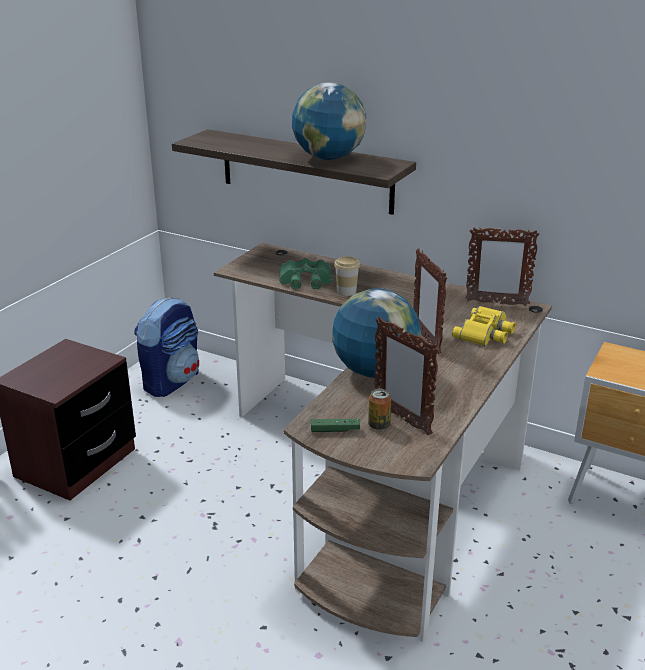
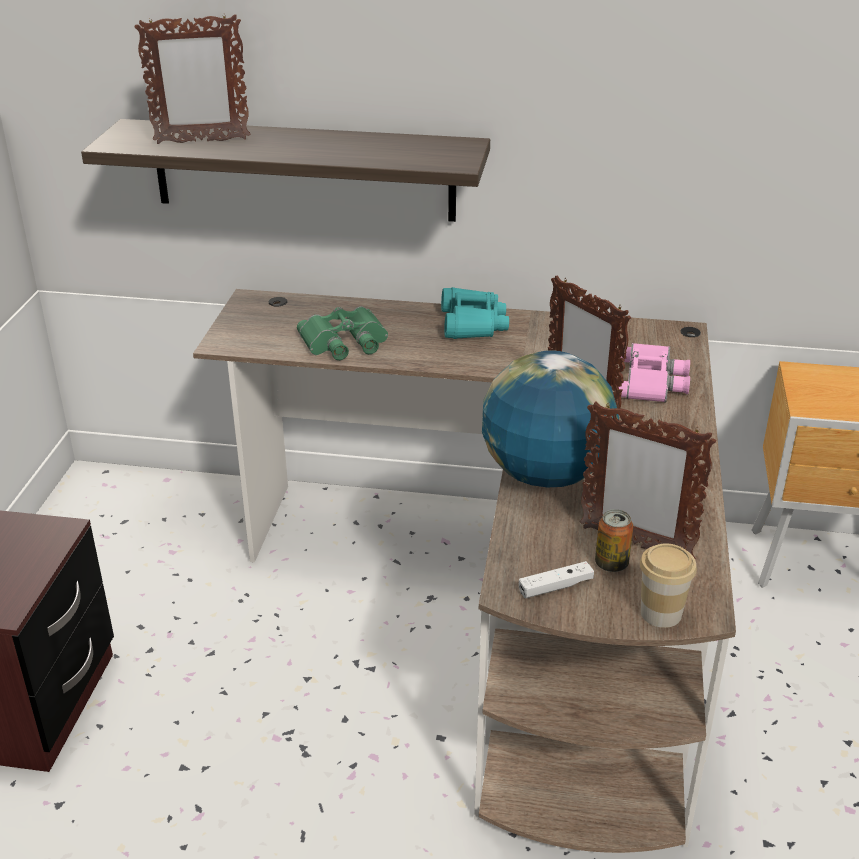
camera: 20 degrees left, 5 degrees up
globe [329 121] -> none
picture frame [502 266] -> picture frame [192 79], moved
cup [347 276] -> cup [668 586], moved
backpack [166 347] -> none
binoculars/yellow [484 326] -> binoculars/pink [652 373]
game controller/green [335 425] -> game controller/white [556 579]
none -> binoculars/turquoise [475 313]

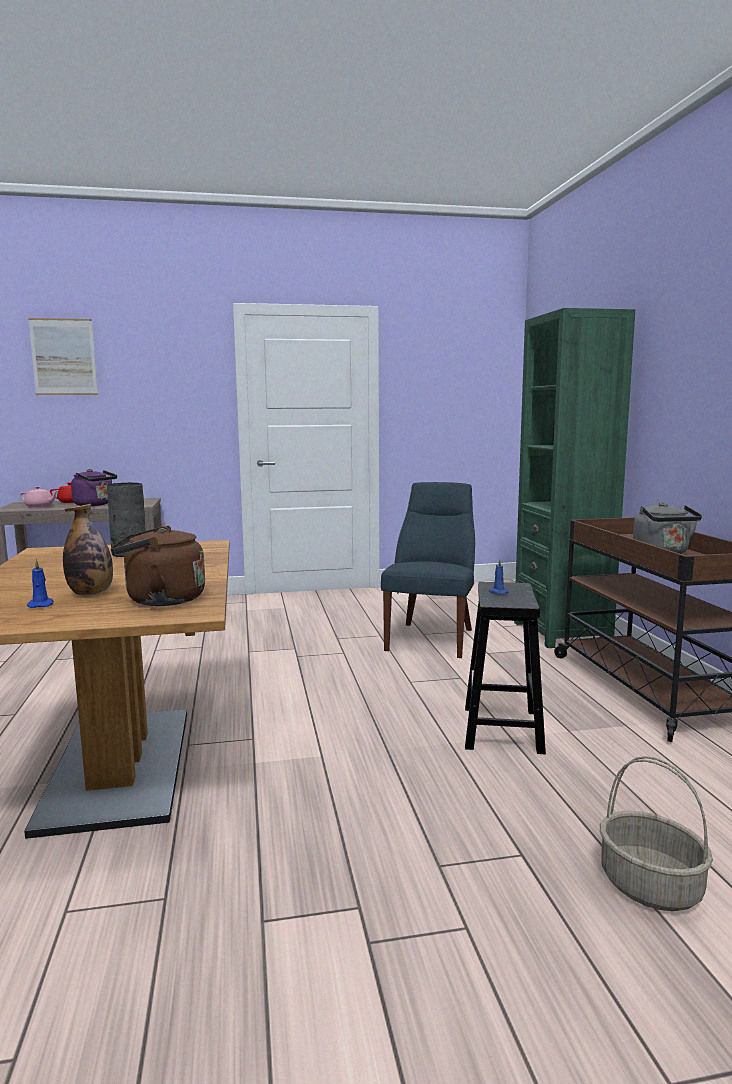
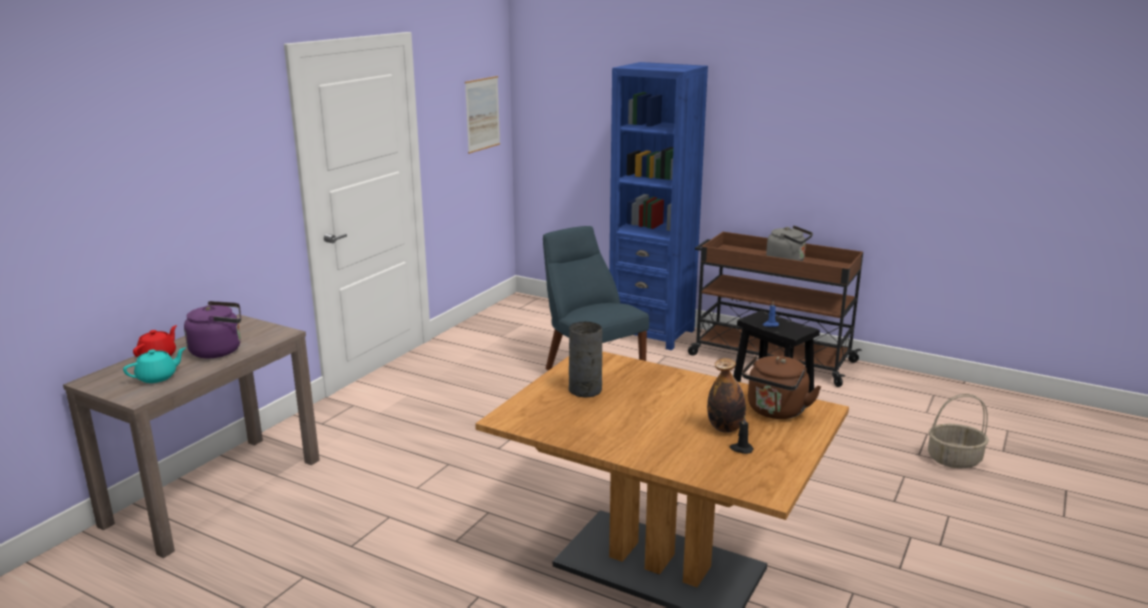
camera: 50 degrees left, 10 degrees up
bookcase/green [574 478] -> bookcase/blue [658 206]
picture [63 356] -> picture [482 115], moved
teapot/pink [39 497] -> teapot/turquoise [154 365]
candle/blue [40 583] -> candle/black [742 434]

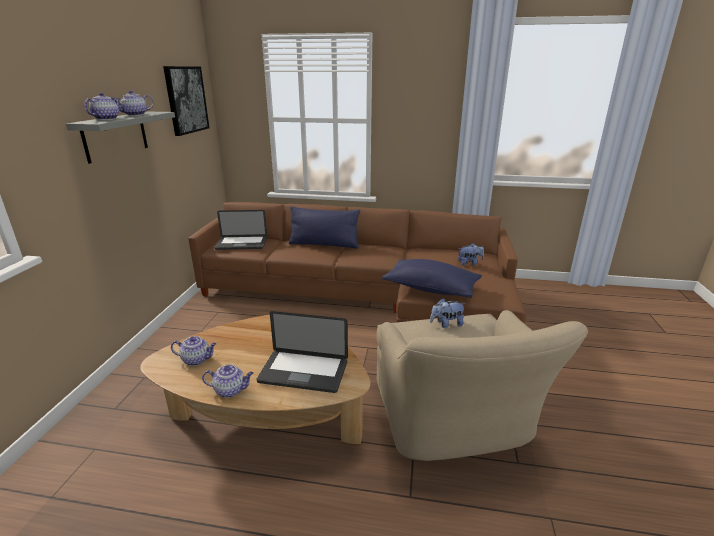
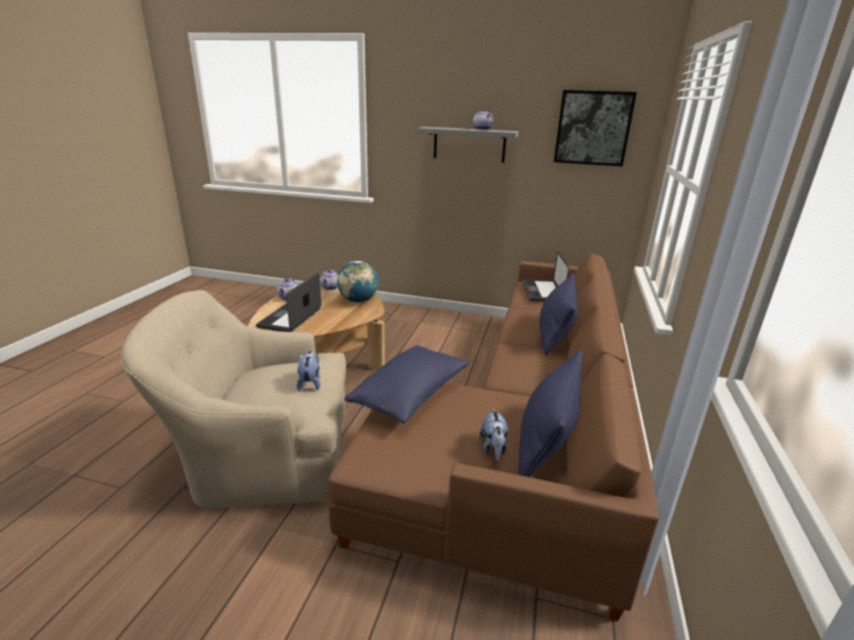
camera: 95 degrees right, 0 degrees up
teapot [102 106] -> none
none -> globe [358 282]
none -> pillow/blue [550 413]

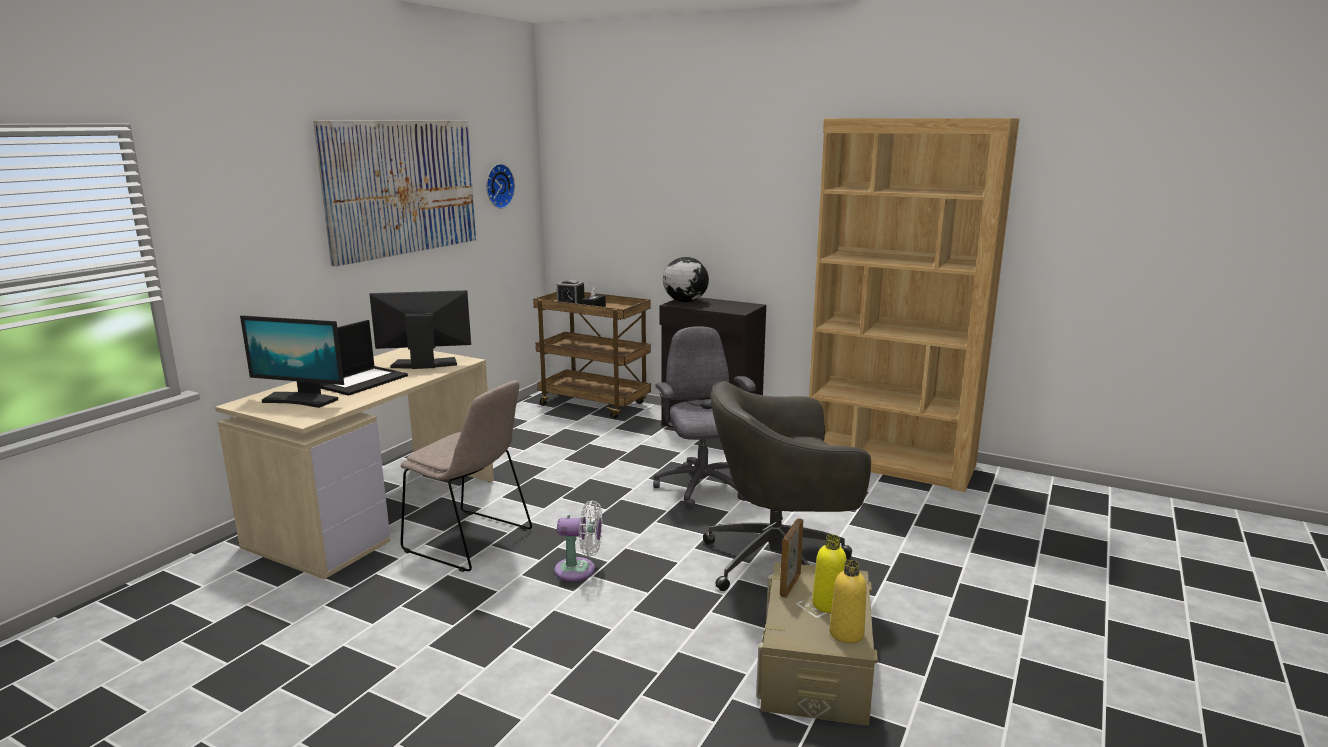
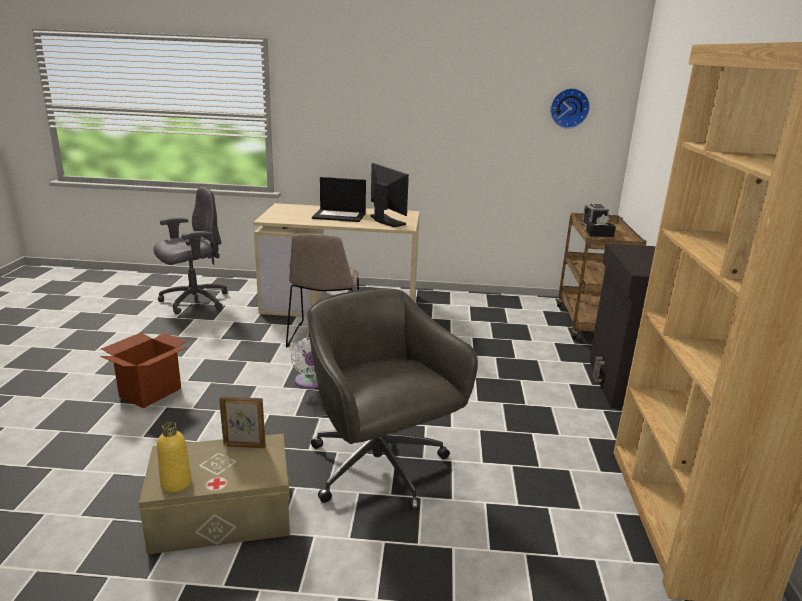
camera: 65 degrees right, 5 degrees up
picture [394 194] -> none
globe [686 279] -> none
monitor [292 361] -> none
office chair/grey [704 417] -> office chair/grey [190 250], moved
bottle/yellow [829 573] -> none
none -> cardboard box [144 371]

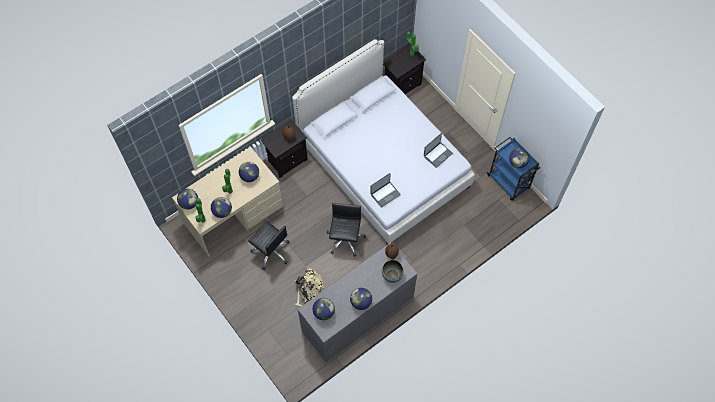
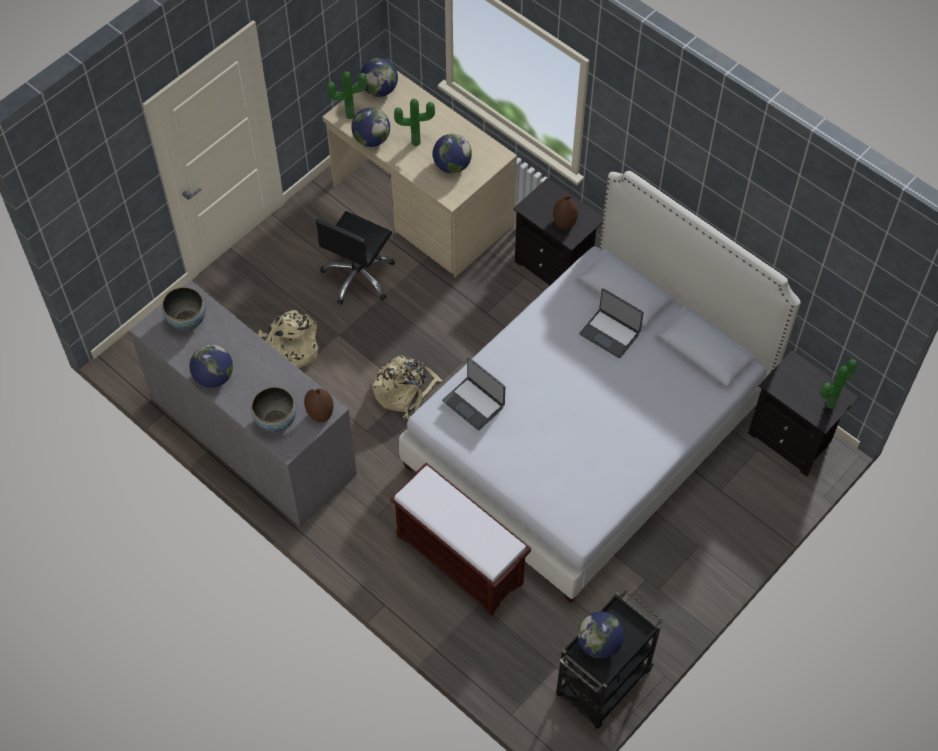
camera: 80 degrees right, 5 degrees down
laptop [438 150] -> laptop [611 323], moved
cart/blue [513 169] -> cart/black [609 659]
office chair/black [346 230] -> backpack/beige [407 387]
globe [324 309] -> bowl [184 309]
none -> bench/brown [460 539]

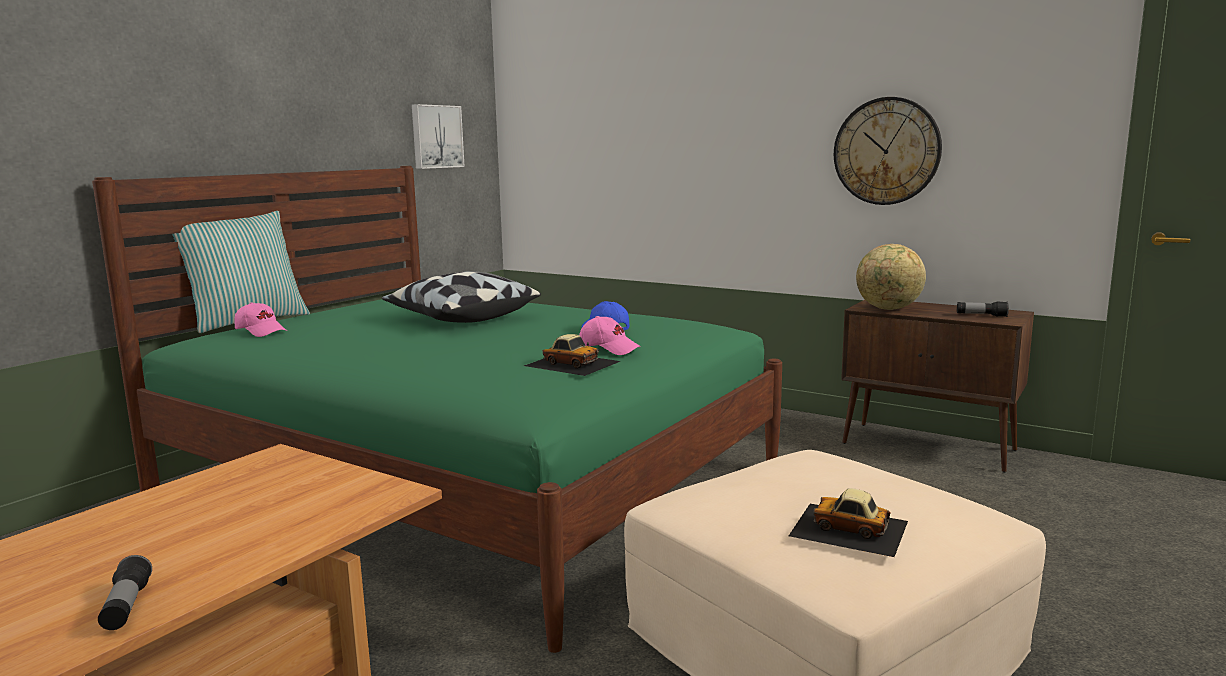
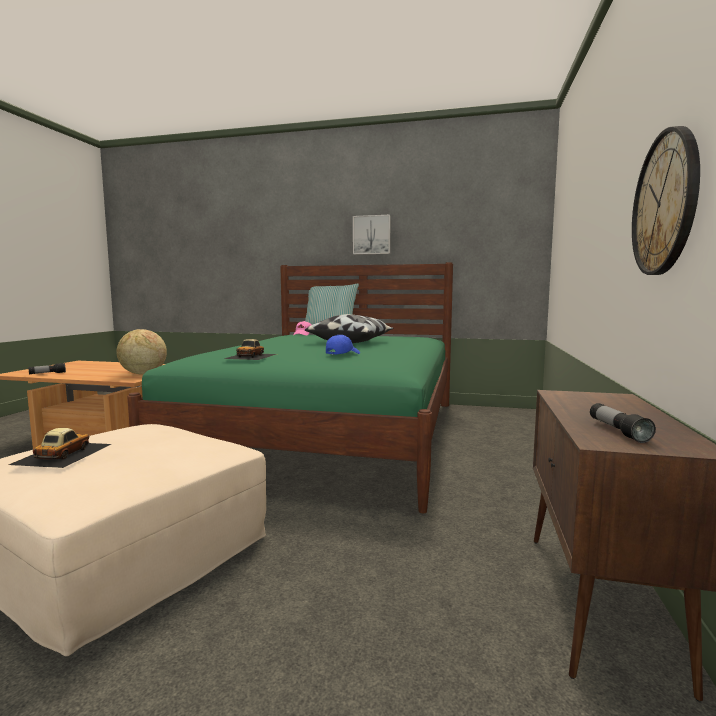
camera: 70 degrees right, 5 degrees down
picture [438 136] -> picture [372 235], moved
globe [891 277] -> globe [141 352], moved
cap/pink [610 335] -> none

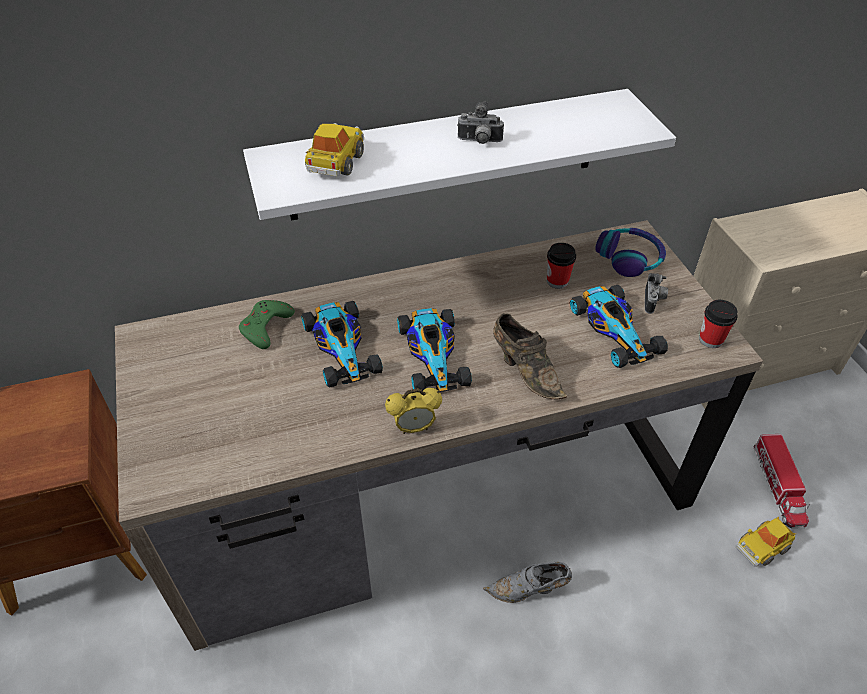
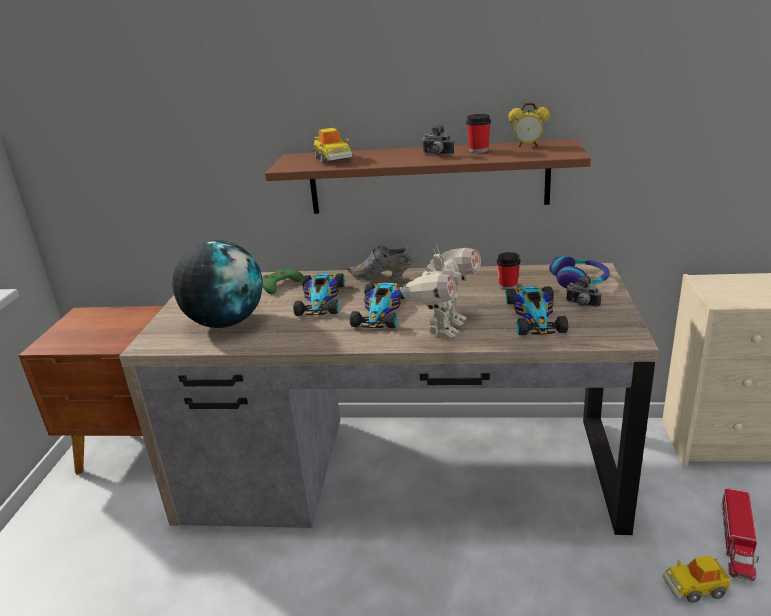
camera: 25 degrees right, 20 degrees down
shelf/white [459 155] -> shelf/brown [428 176]
toy car [334 149] -> toy car [332 146], 120 degrees clockwise
photo camera [656 293] -> photo camera [583 291], 90 degrees clockwise
cup [718 324] -> cup [478 133], moved
shoe/brown [530 356] -> toy robot [440 291]
alarm clock [413 411] -> alarm clock [529 124], moved
shoe/grey [527 582] -> shoe/grey [379 263], moved
none -> globe [217 284]

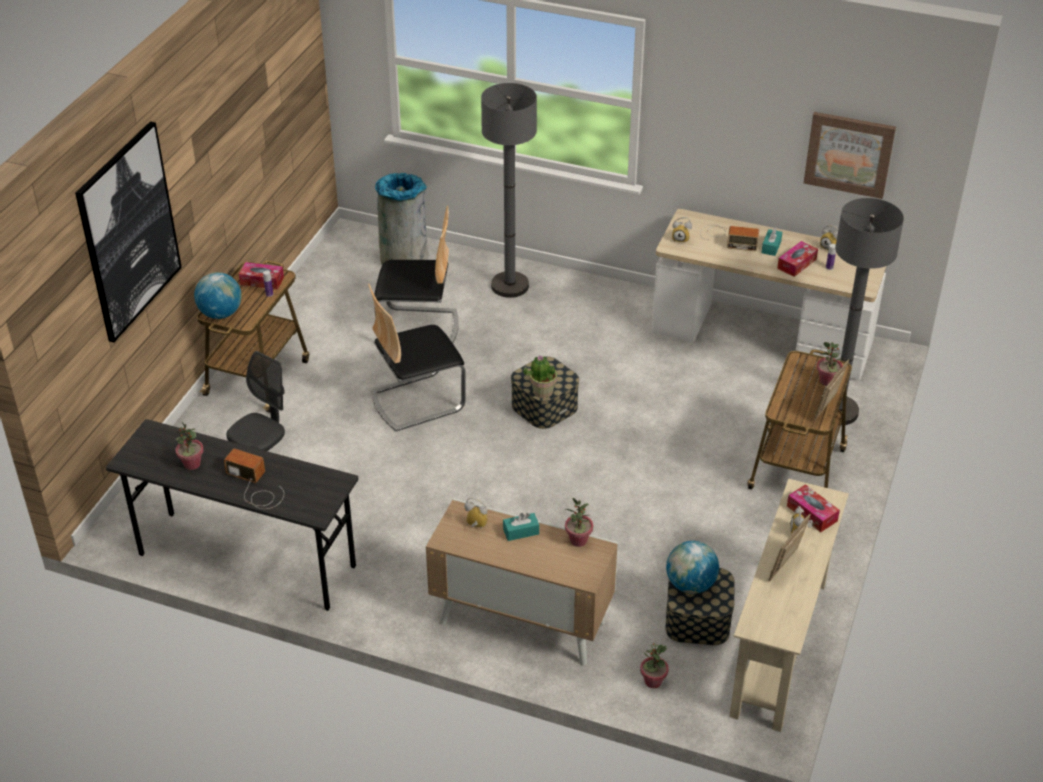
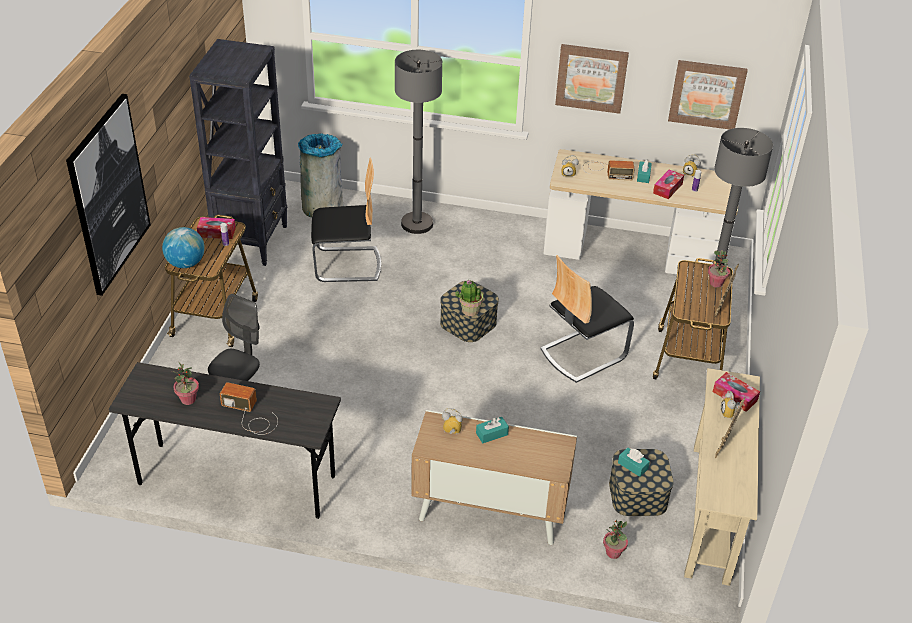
camera: 10 degrees left, 0 degrees up
chair [417 357] -> chair [587 319], moved
potted plant [579 522] -> none
globe [692 567] -> tissue box/turquoise [634 462]
none -> bookcase/black [238 152]
none -> picture [592 79]

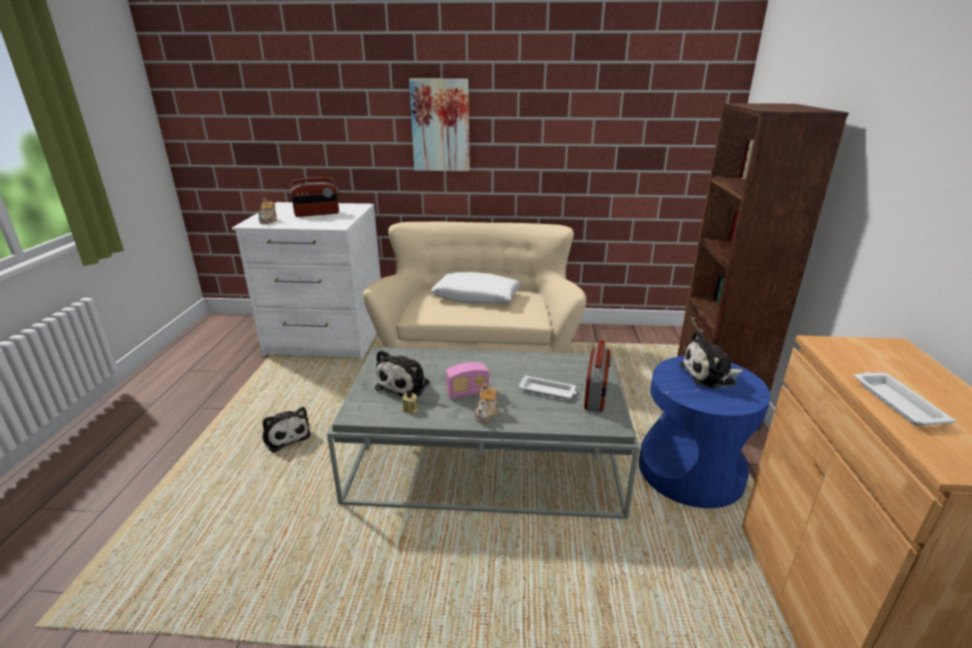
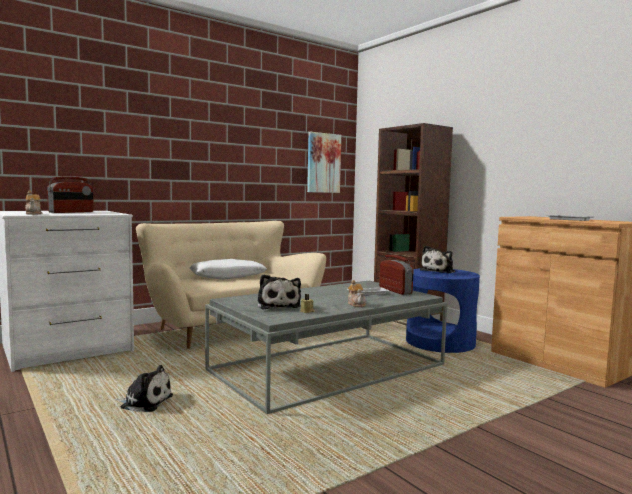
camera: 40 degrees left, 20 degrees down
picture [439 125] -> picture [324 162], moved
radio [467 380] -> none

